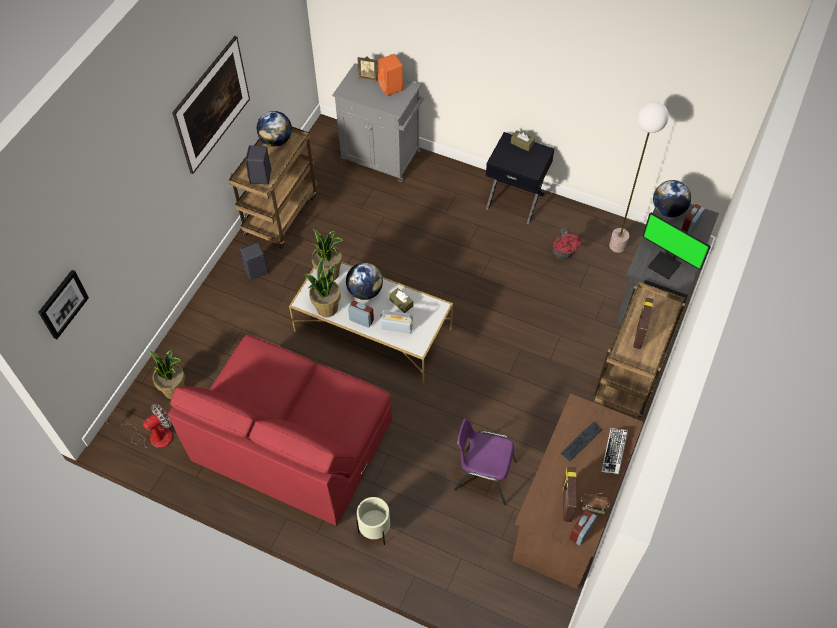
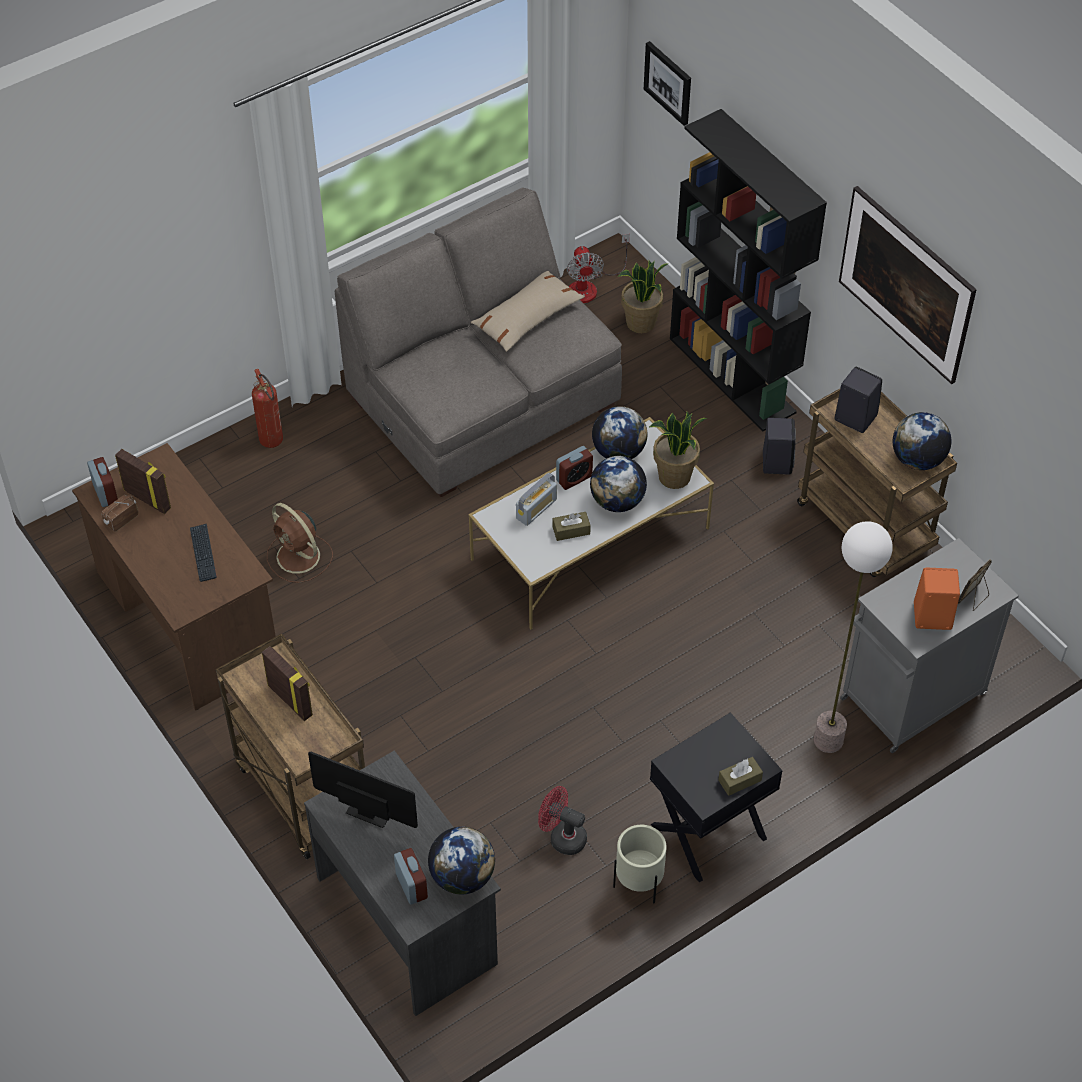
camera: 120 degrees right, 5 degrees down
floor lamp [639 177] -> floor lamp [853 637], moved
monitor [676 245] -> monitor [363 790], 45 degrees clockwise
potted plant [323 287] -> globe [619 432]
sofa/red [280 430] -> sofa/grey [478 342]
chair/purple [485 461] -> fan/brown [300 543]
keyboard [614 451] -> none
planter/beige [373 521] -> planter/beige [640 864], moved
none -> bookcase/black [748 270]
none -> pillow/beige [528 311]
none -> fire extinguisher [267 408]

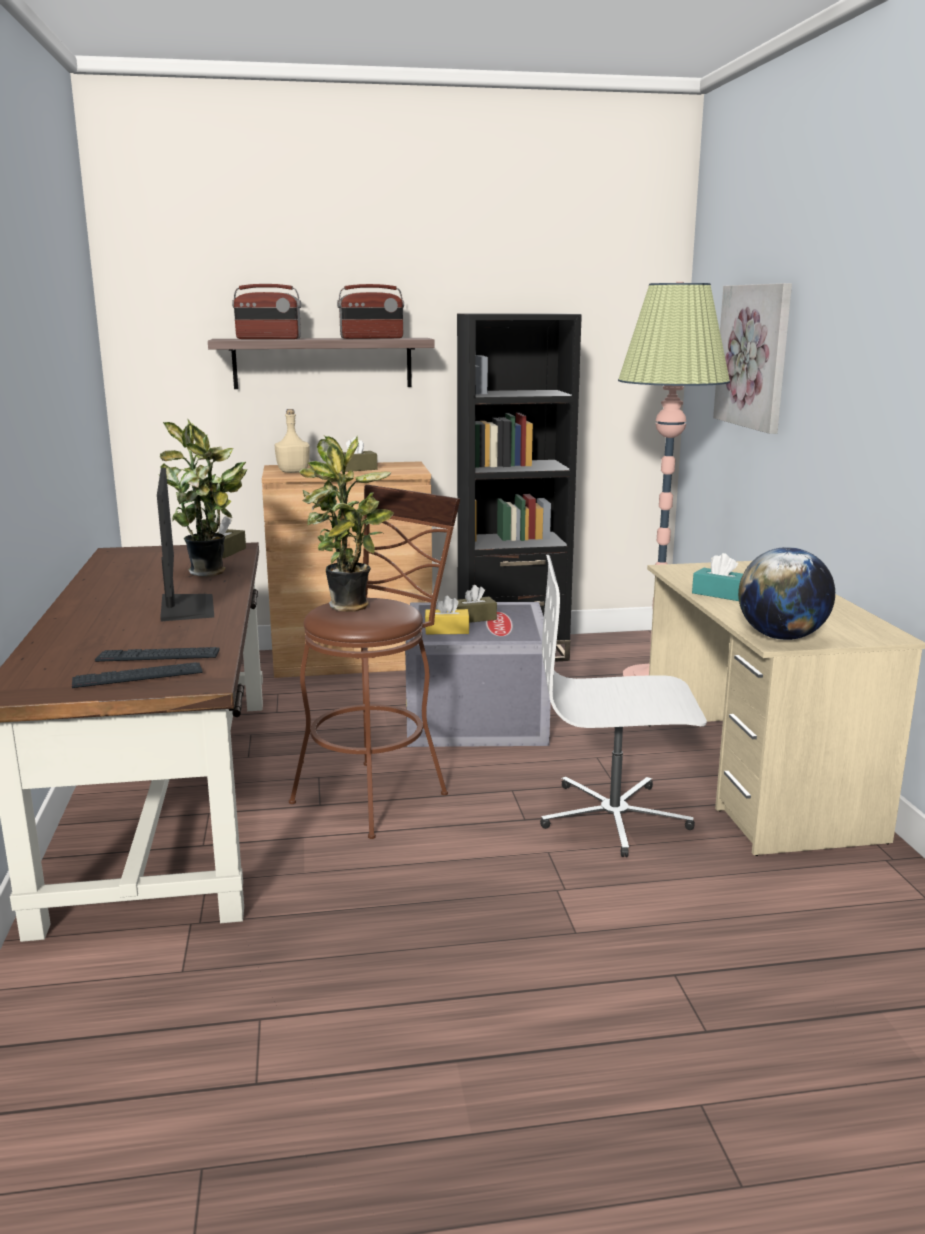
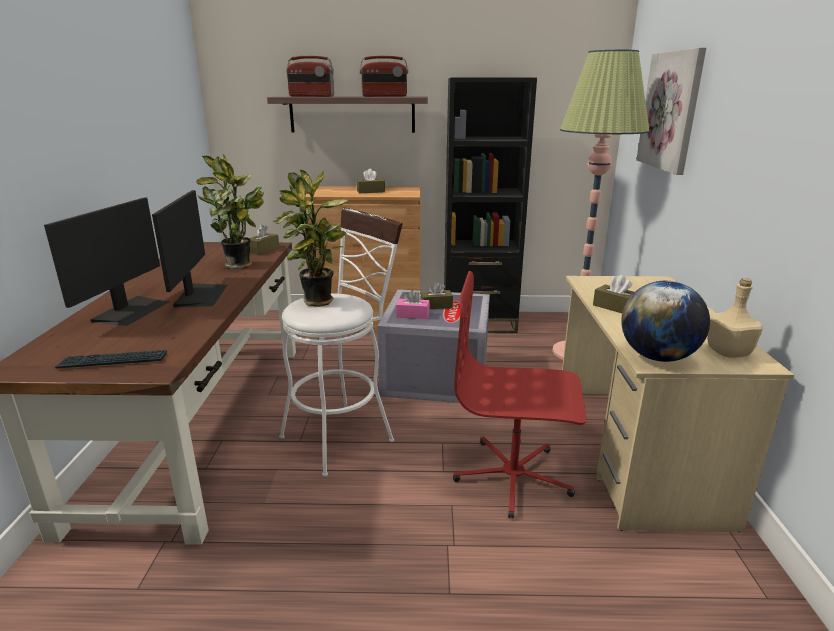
camera: 10 degrees right, 5 degrees up
bottle/beige [292 441] -> bottle/beige [735 318], moved
stool/brown [374 662] -> stool/white [341 342]
tissue box/turquoise [717 577] -> tissue box/brown [613 294]
office chair/white [623 706] -> office chair/red [519 395]
tissue box/yellow [447 615] -> tissue box/pink [413 304]
keyboard [157 654] -> none
none -> monitor [107 261]

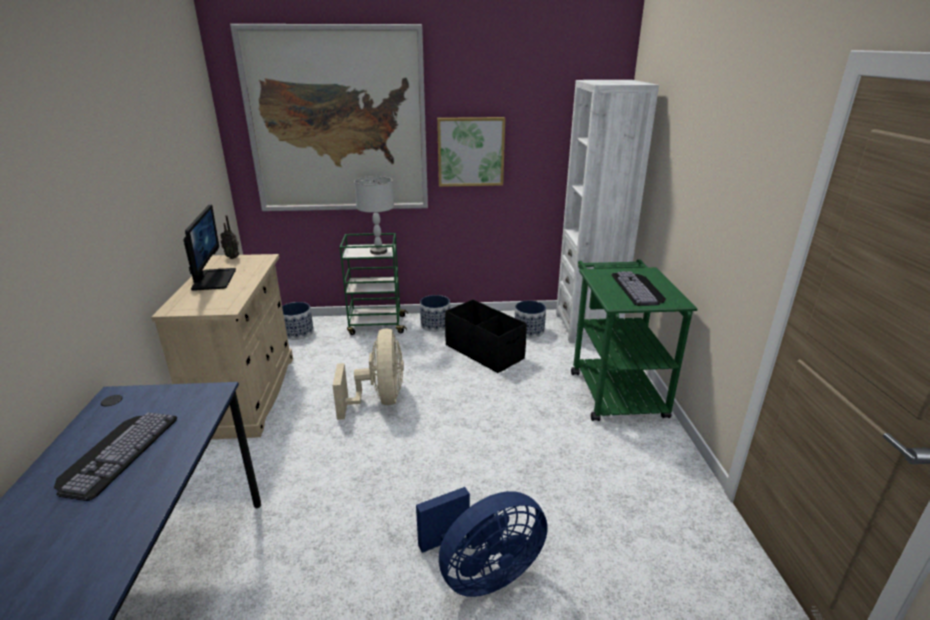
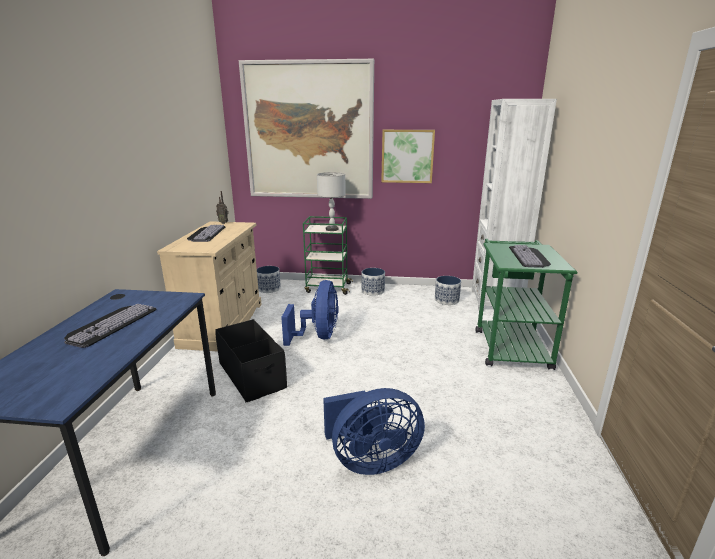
camera: 10 degrees right, 5 degrees down
monitor [209 248] -> keyboard [206 233]
storage box/black [486 336] -> storage box/black [251 361], moved
fan/beige [368 374] -> fan/blue [310 313]

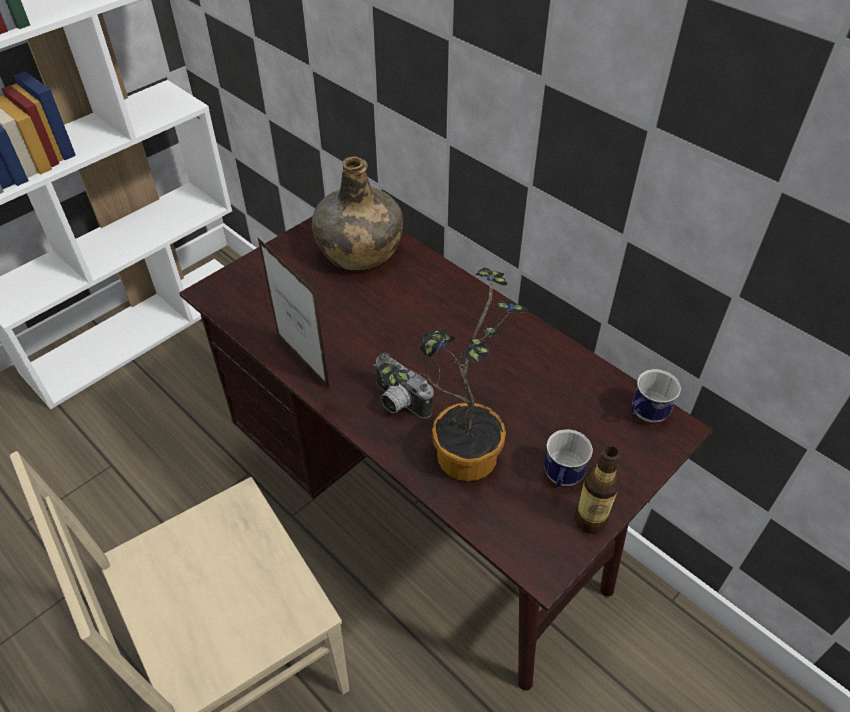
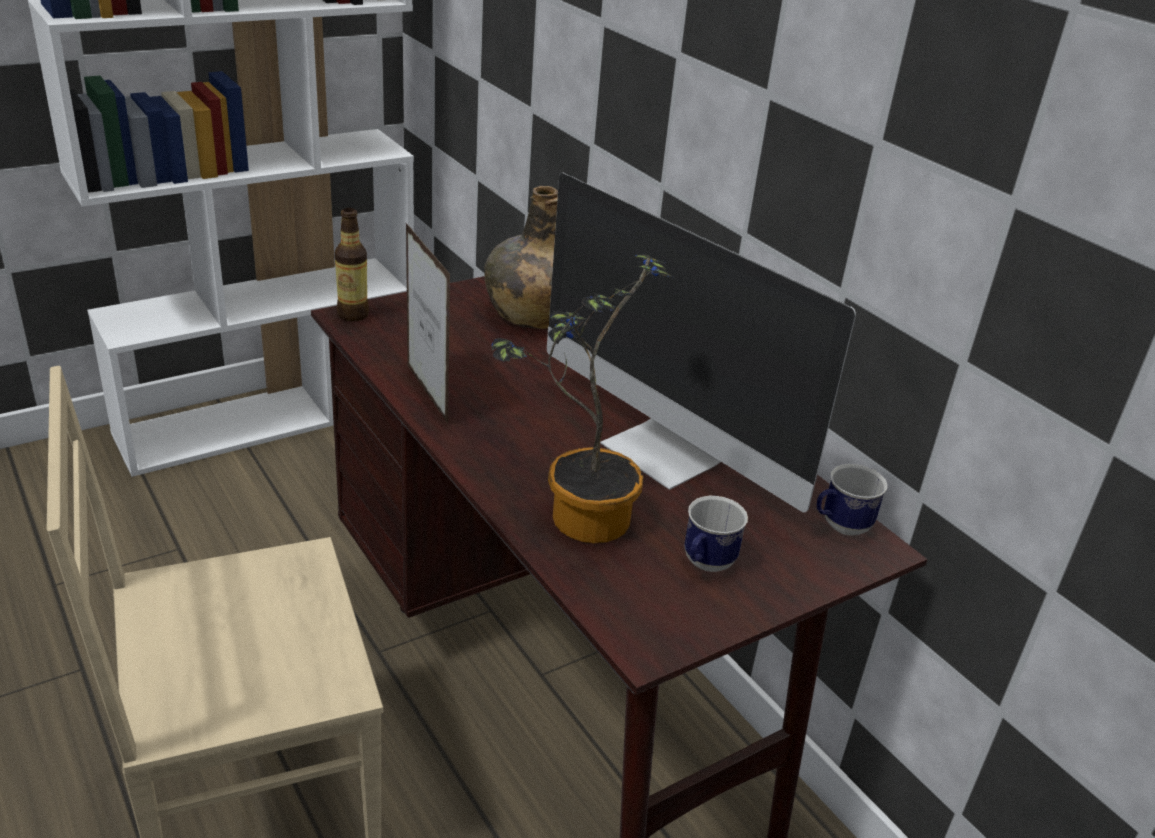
camera: 10 degrees right, 15 degrees down
photo camera [404 386] -> none
bottle [597 489] -> bottle [352 264], moved
none -> monitor [701 342]

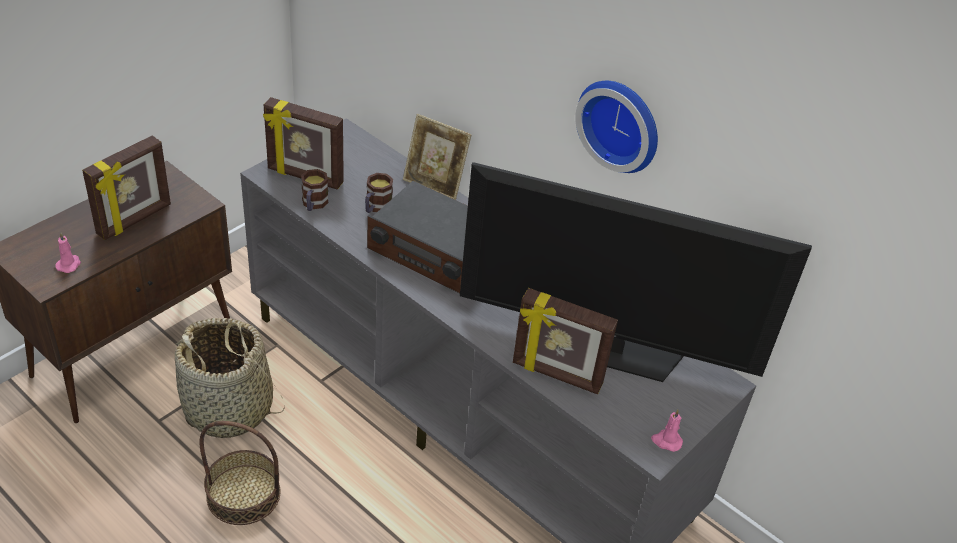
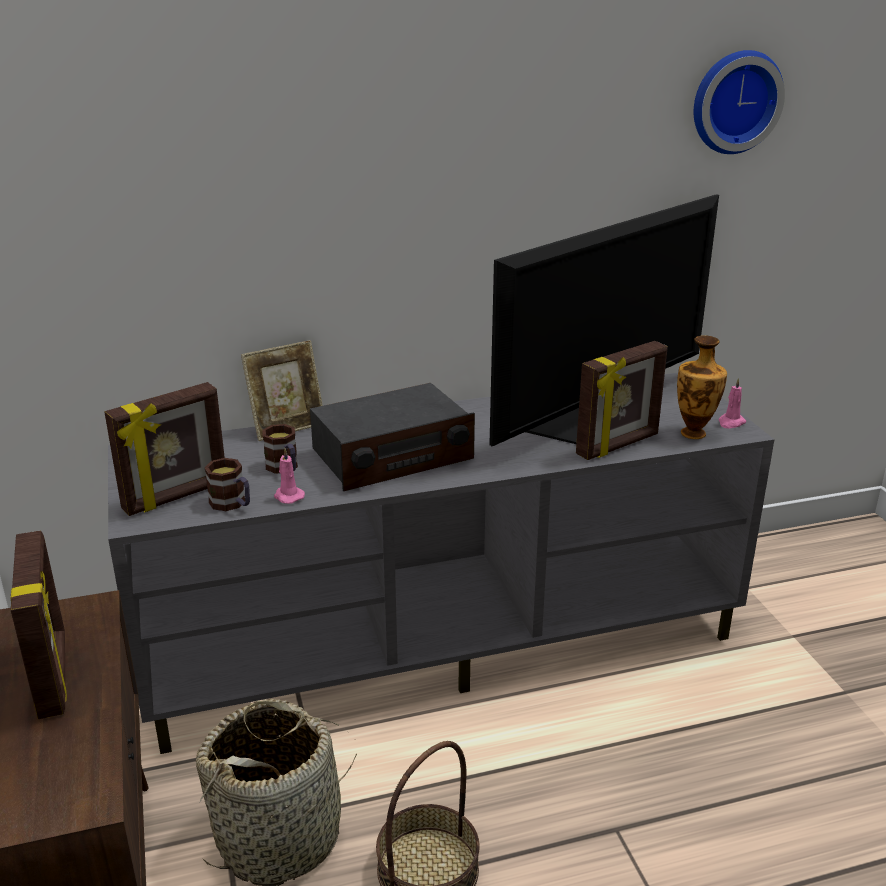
camera: 55 degrees left, 15 degrees down
wall clock [616 127] -> wall clock [739 102], moved
candle/pink [68 253] -> candle/pink [289 476], moved
none -> vase [702 387]

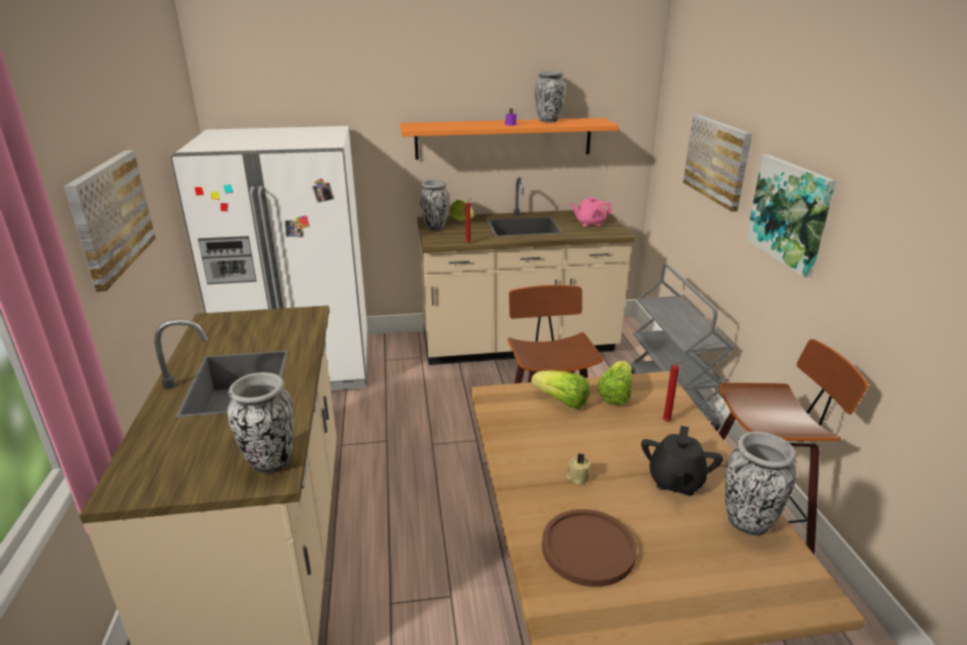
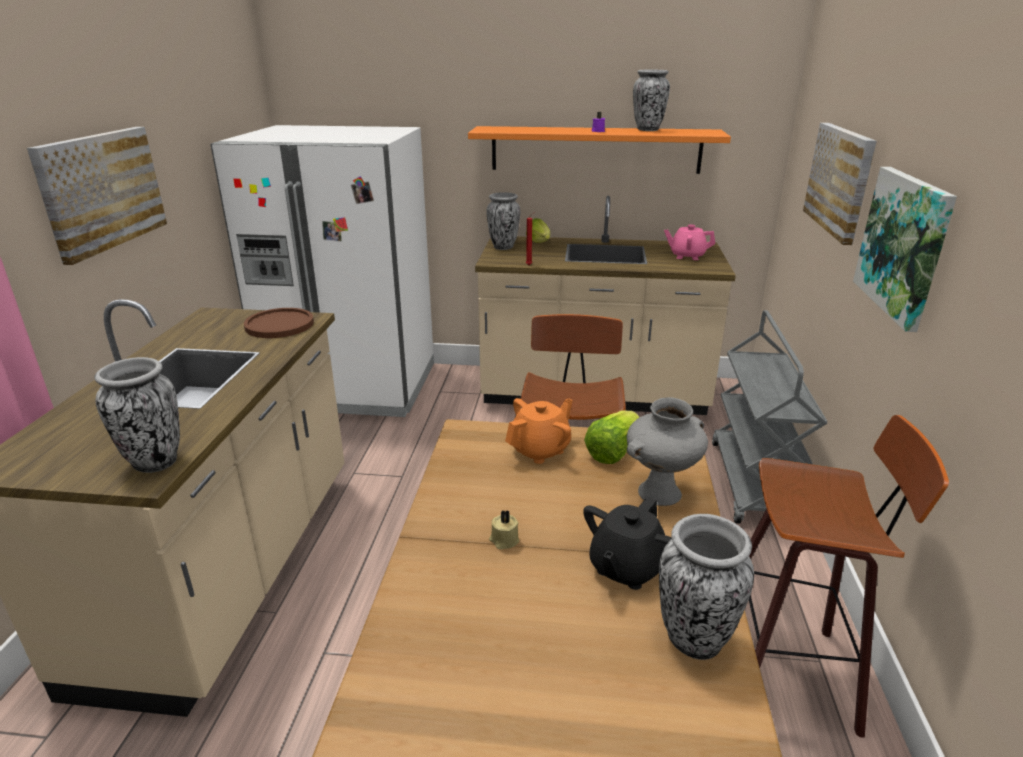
camera: 15 degrees right, 0 degrees up
candle/red [672 392] -> vase/grey [667 451]
lettuce [560 389] -> teapot/orange [539 431]
plate/brown [589 548] -> plate/brown [279 323], moved

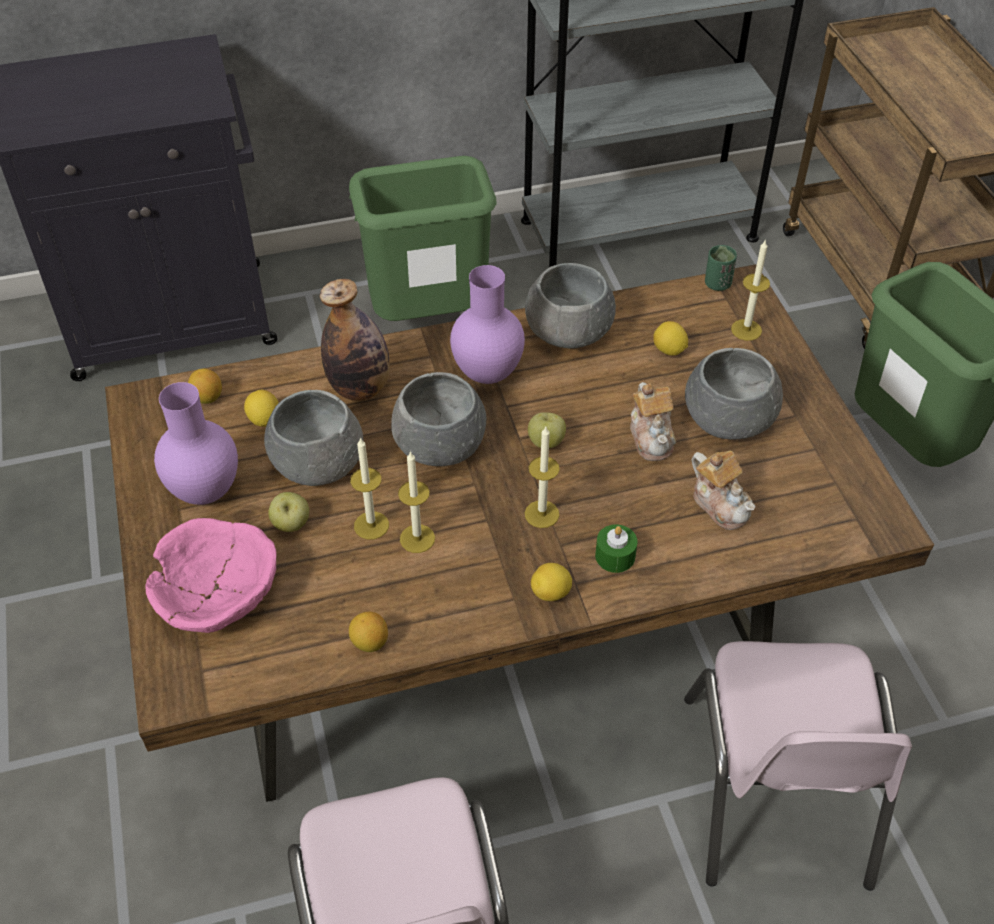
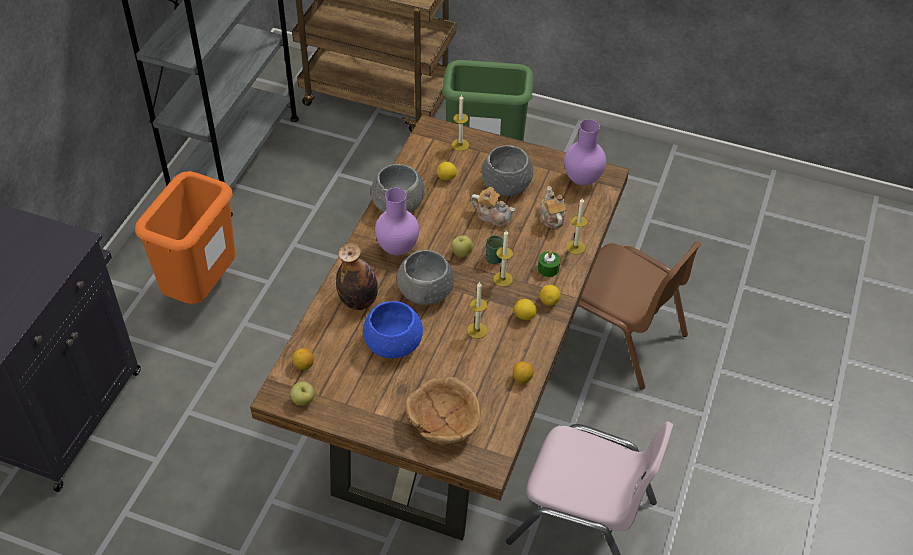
camera: 55 degrees left, 0 degrees up
trash can/green [423 238] -> trash can/orange [185 237]
cup/green [721 268] -> cup/green [495 250], moved
vase/purple [196 443] -> vase/purple [585 152], moved
lemon [261 408] -> lemon [525 309], moved
bowl/grey [313 438] -> bowl/blue [393 329]
candle [369 488] -> candle [577 226], moved
teapot [723 490] -> teapot [553 207], 105 degrees counterclockwise
apple [288 512] -> apple [302 394], moved
bowl/pink [211 575] -> bowl/brown [443 410]
chair/pink [798 766] -> chair/brown [639 315]

